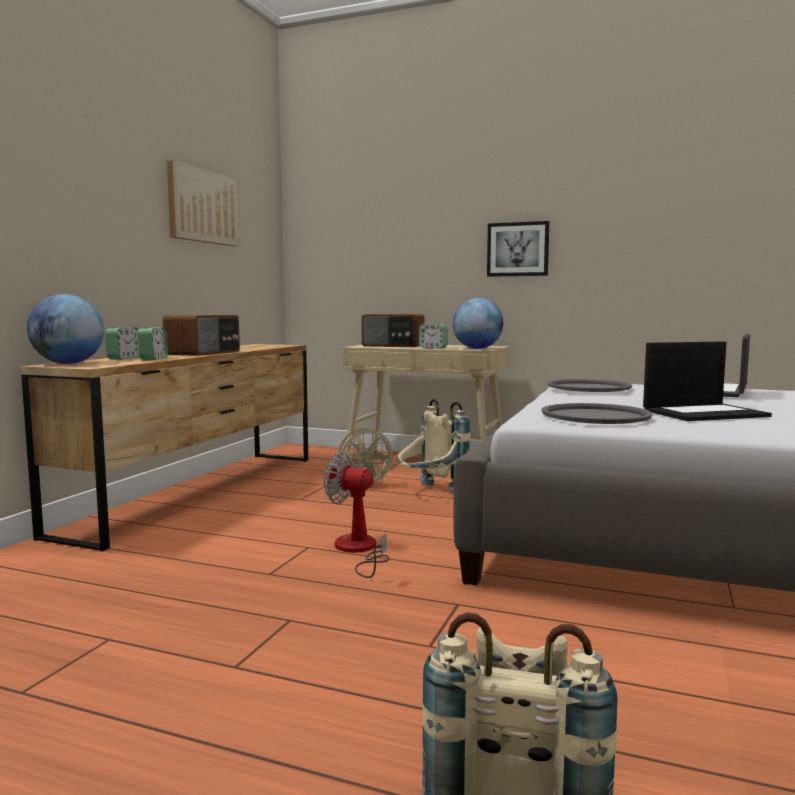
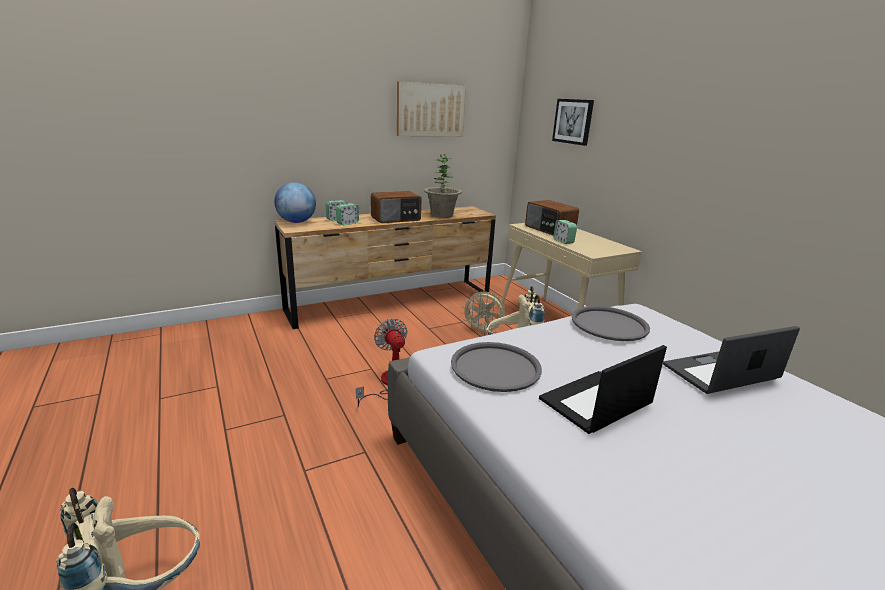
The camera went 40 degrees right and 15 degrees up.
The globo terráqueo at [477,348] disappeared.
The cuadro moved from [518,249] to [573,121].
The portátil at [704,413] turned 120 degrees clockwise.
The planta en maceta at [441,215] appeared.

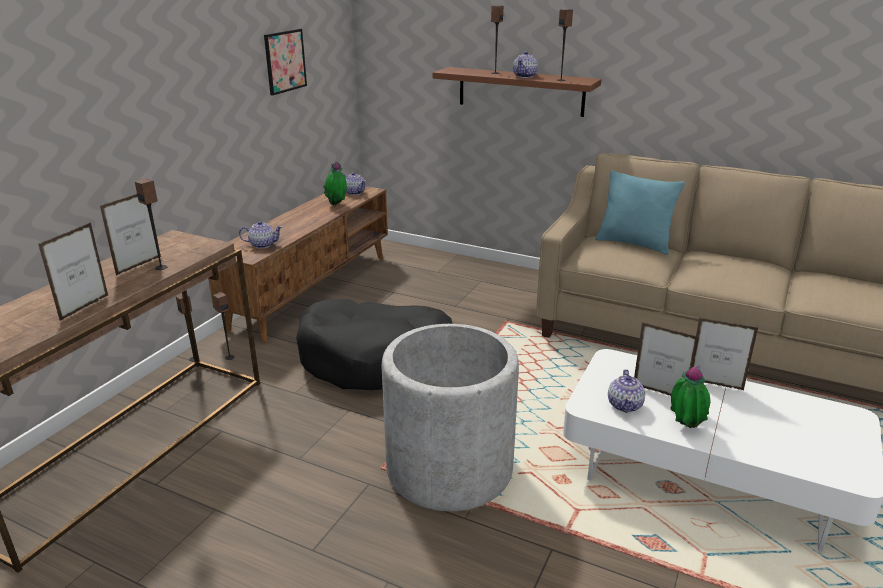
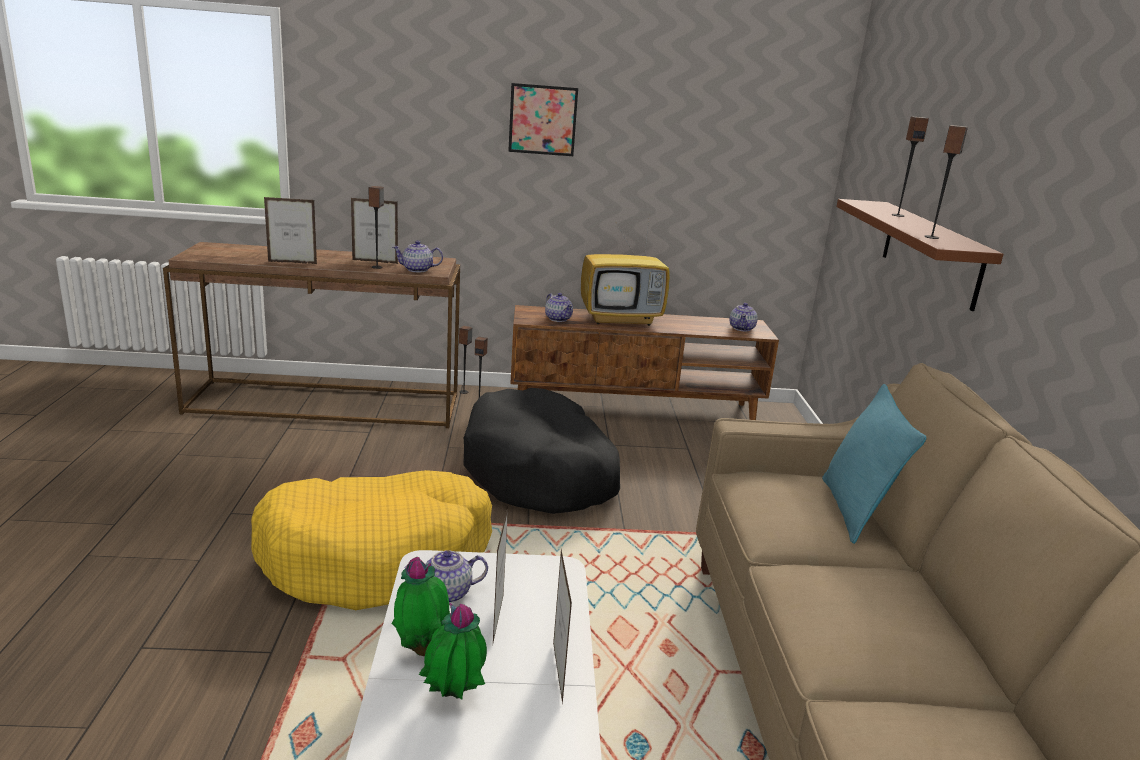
The camera went 60 degrees right and 5 degrees down.
The cuadro moved from [285,61] to [542,120].
The planta en maceta moved from [337,205] to [453,699].
The maceta (gris) at [449,468] was replaced by the cama para perro (amarillo) at [377,557].
The tetera moved from [525,76] to [417,270].
The televisor at [622,319] appeared.

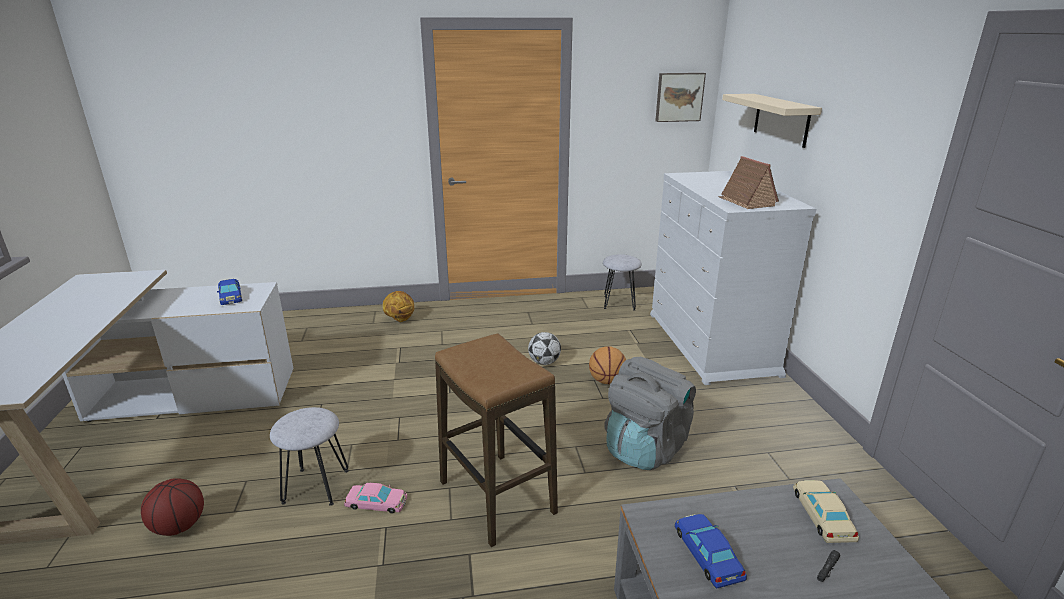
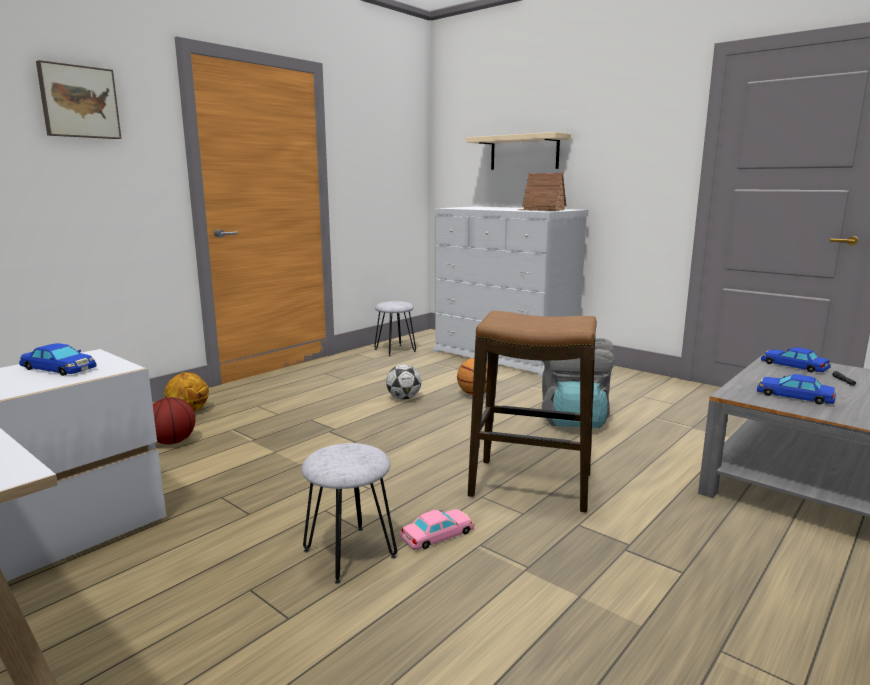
The camera went 40 degrees left and 10 degrees down.
The balón de baloncesto moved from [179,526] to [172,442].
The cuadro moved from [679,97] to [79,102].
The coche de juguete (beis) at [822,515] became the coche de juguete (azul) at [793,365].

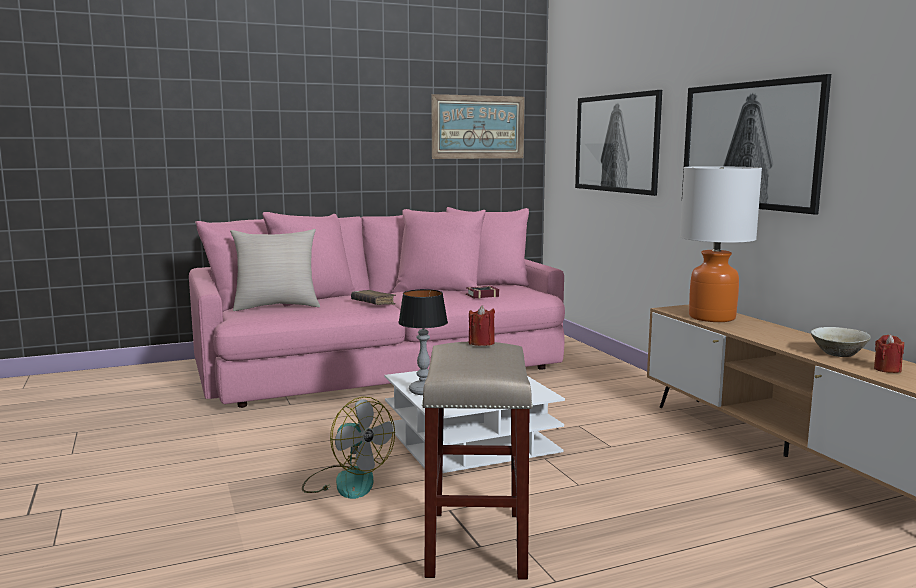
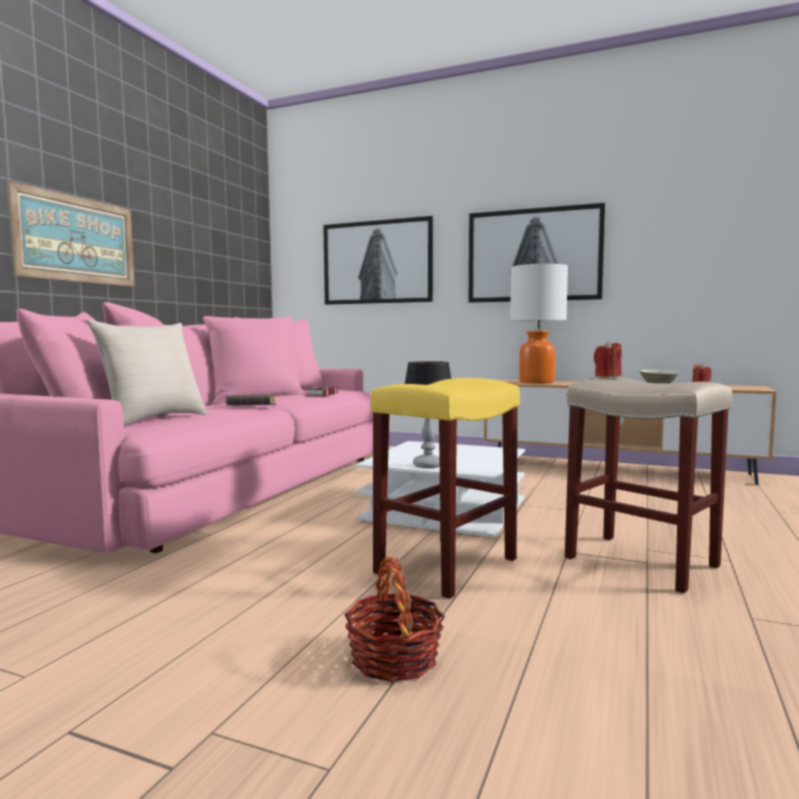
The camera went 45 degrees left and 5 degrees down.
The ventilador at [346,481] was replaced by the taburete (amarillo) at [447,565].
The cuadro moved from [478,127] to [76,239].
The cesta at [394,659] appeared.

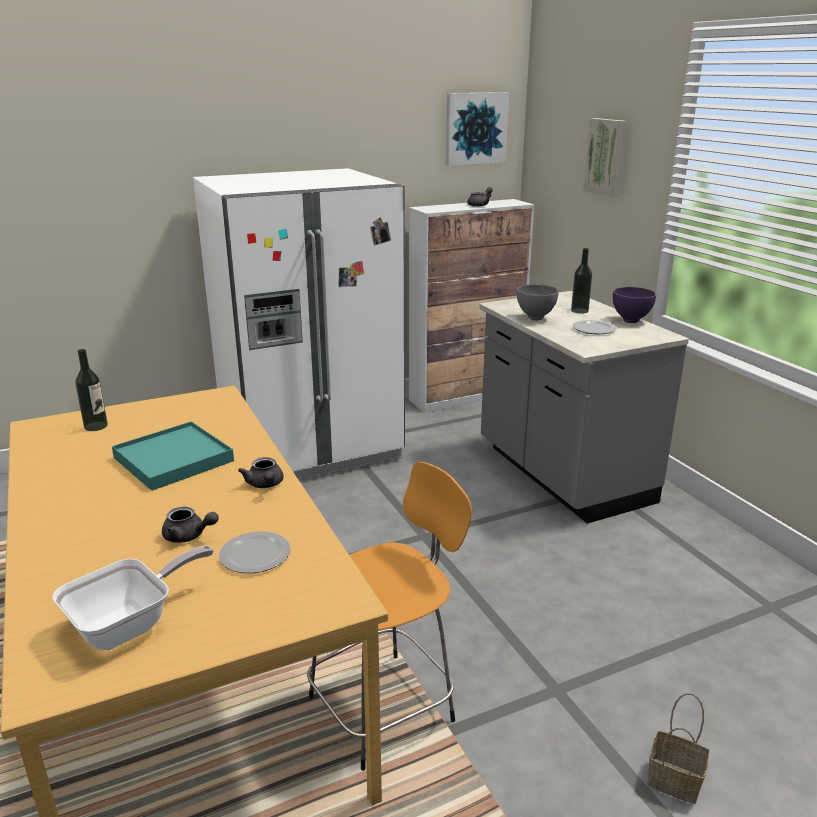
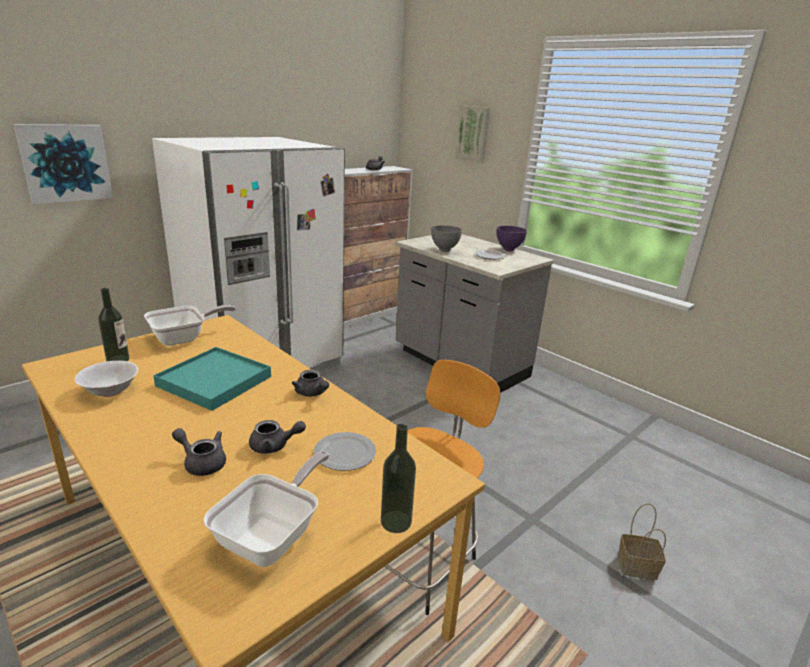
The camera went 20 degrees left and 0 degrees up.
The cuadro moved from [475,128] to [65,163].
The botella moved from [579,311] to [396,521].
The cuenco (blanco) at [110,391] appeared.
The sartén at [184,338] appeared.
The tetera (gris) at [202,462] appeared.

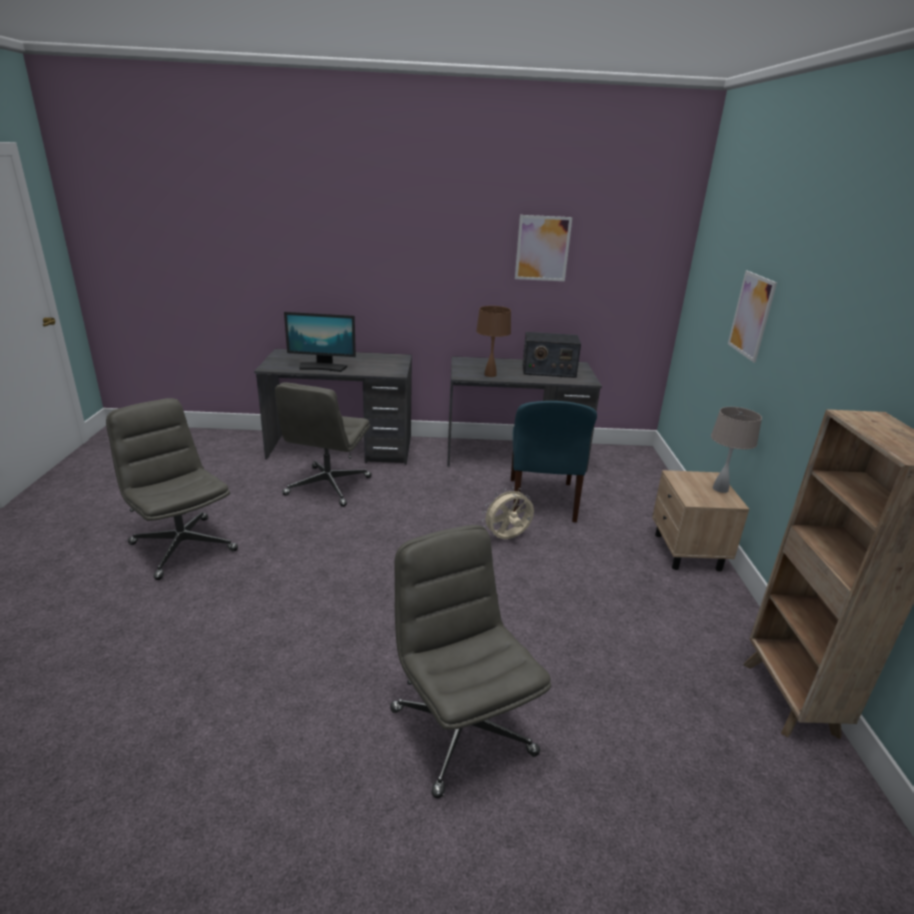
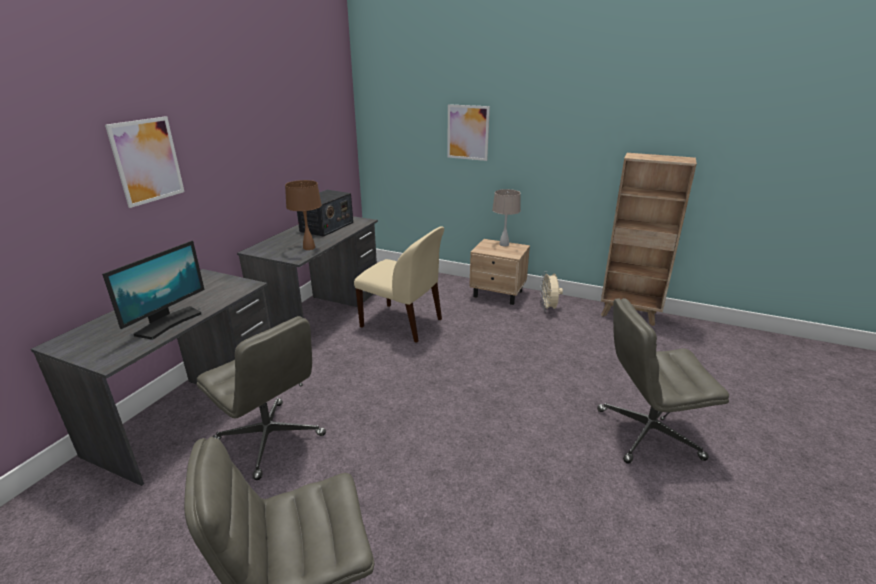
The camera went 65 degrees left and 0 degrees up.
The ventilador (beis) moved from [507,538] to [548,308].
The silla (azul) at [542,501] became the silla (beis) at [403,323].
The cuadro moved from [542,248] to [147,161].

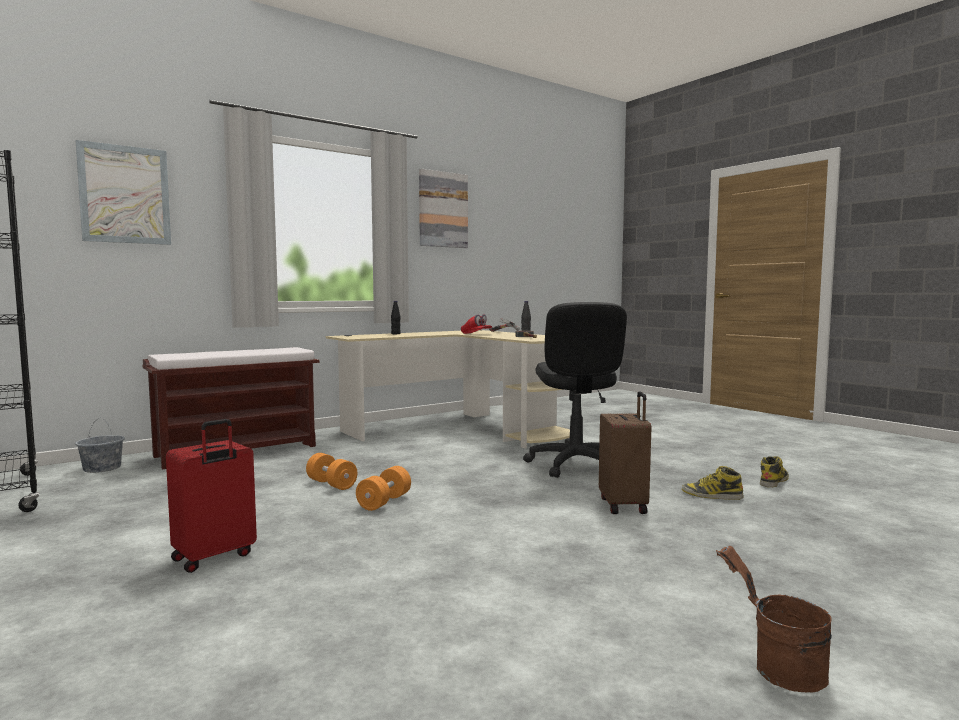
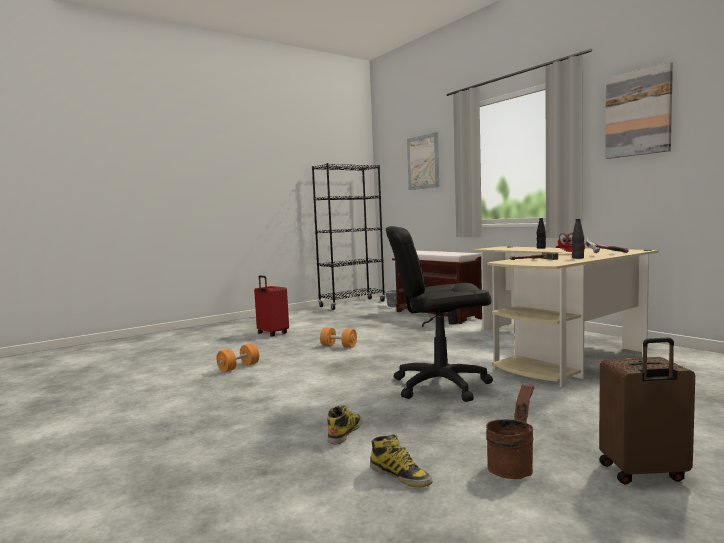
The camera went 90 degrees right and 0 degrees up.
The mancuerna (naranja) moved from [331,484] to [238,367].
The maleta (marrón) moved from [624,505] to [643,473].
The cubo (marrón) moved from [777,669] to [513,466].

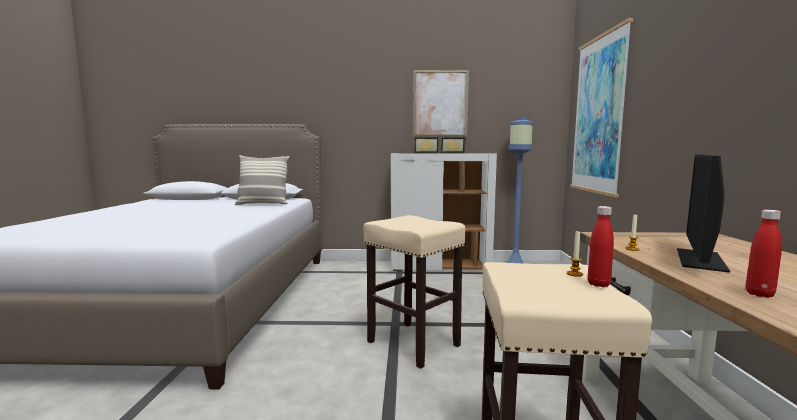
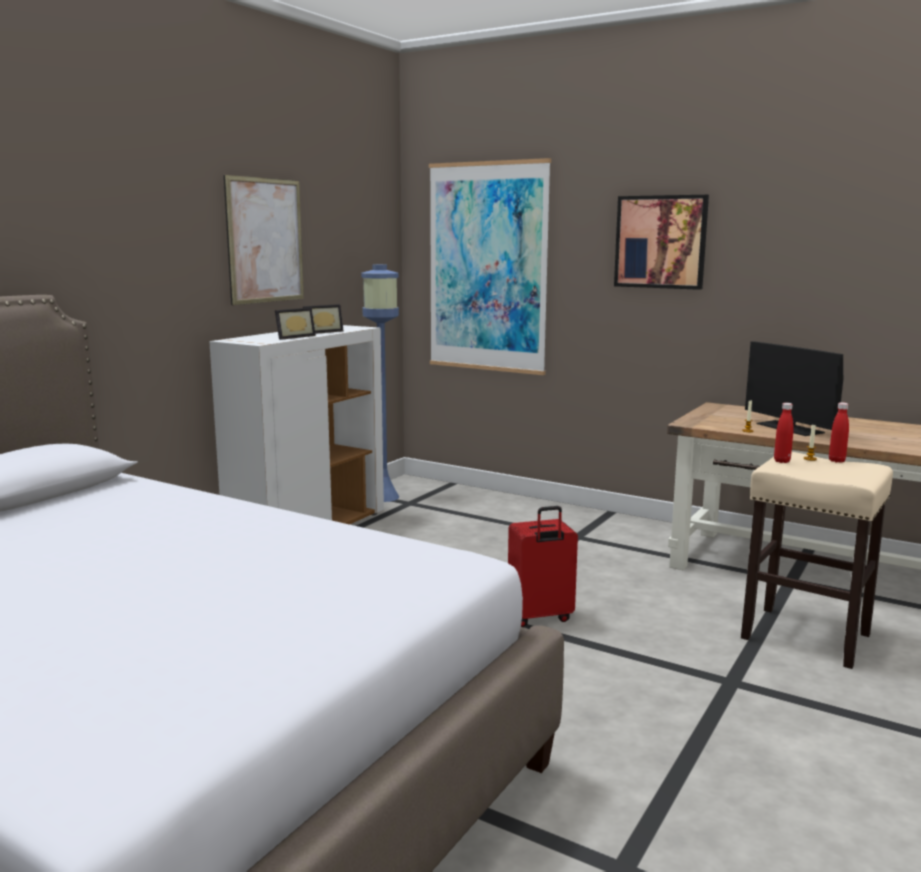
The camera went 60 degrees left and 5 degrees up.
The cojín at [263,204] disappeared.
The taburete (beis) at [412,343] was replaced by the maleta (rojo) at [540,617].
The botella (rojo) moved from [759,294] to [782,461].
The cuadro at [660,242] appeared.

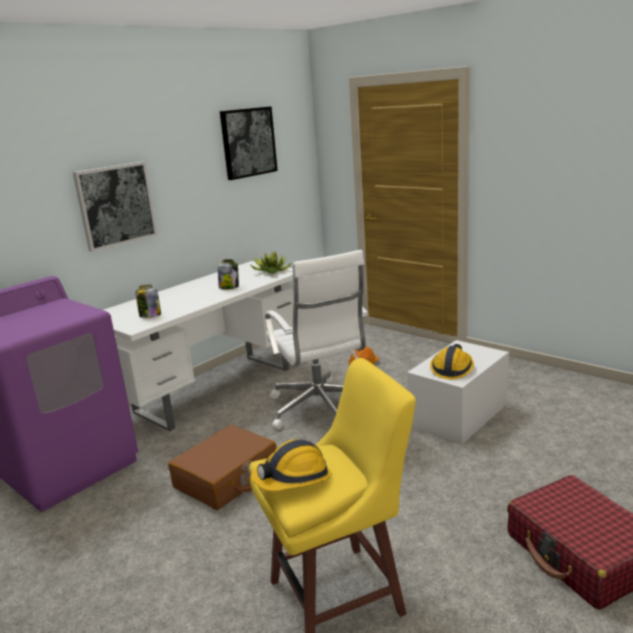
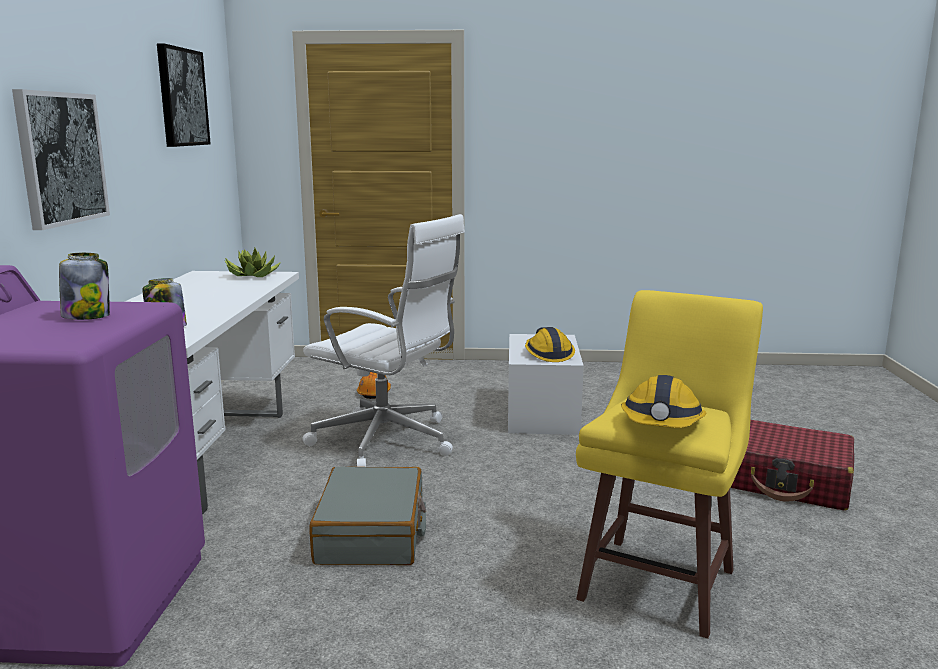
The camera went 40 degrees left and 5 degrees down.
The maleta (marrón) at [227,478] became the maleta (gris) at [372,533].
The tarro moved from [229,287] to [87,316].

